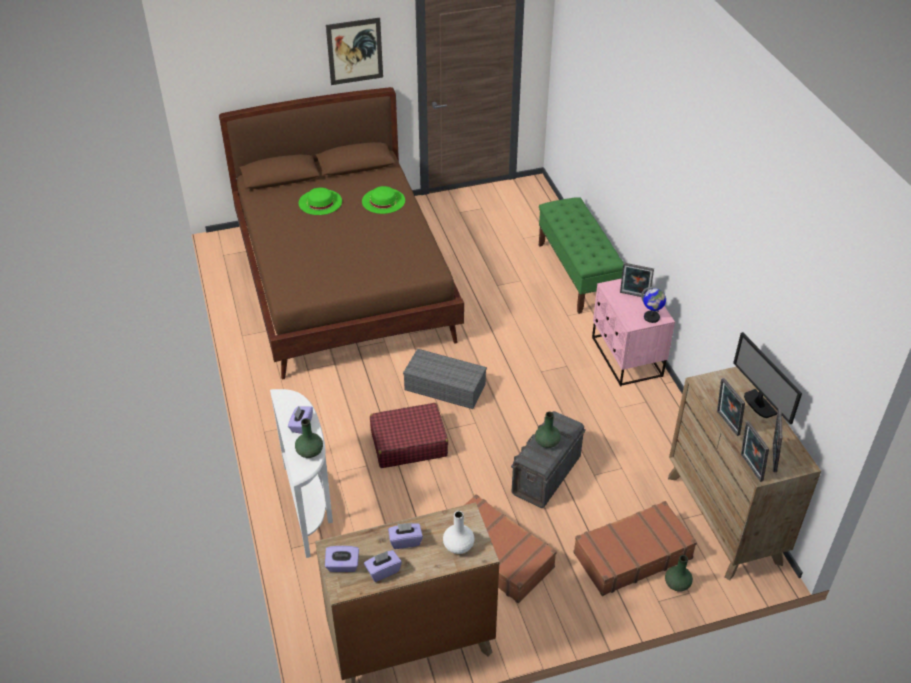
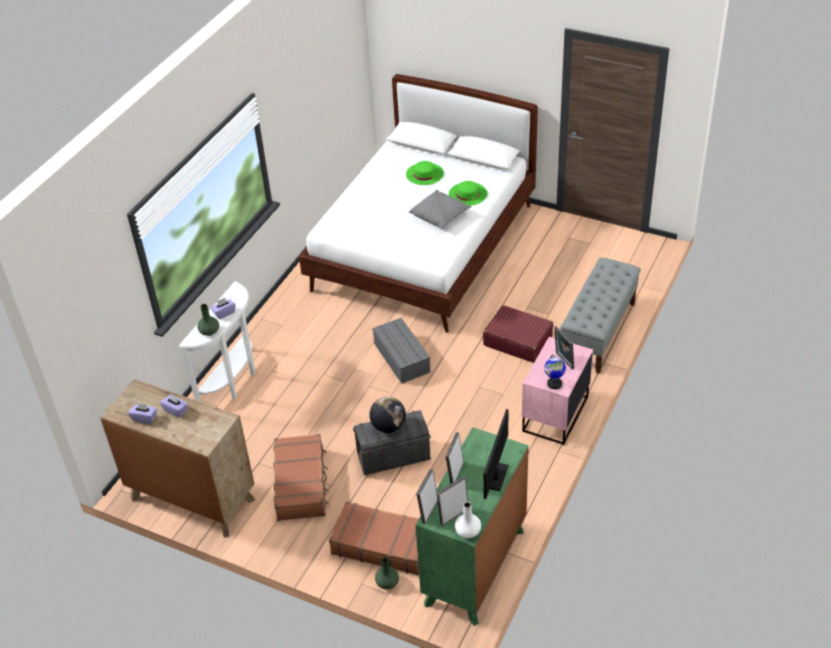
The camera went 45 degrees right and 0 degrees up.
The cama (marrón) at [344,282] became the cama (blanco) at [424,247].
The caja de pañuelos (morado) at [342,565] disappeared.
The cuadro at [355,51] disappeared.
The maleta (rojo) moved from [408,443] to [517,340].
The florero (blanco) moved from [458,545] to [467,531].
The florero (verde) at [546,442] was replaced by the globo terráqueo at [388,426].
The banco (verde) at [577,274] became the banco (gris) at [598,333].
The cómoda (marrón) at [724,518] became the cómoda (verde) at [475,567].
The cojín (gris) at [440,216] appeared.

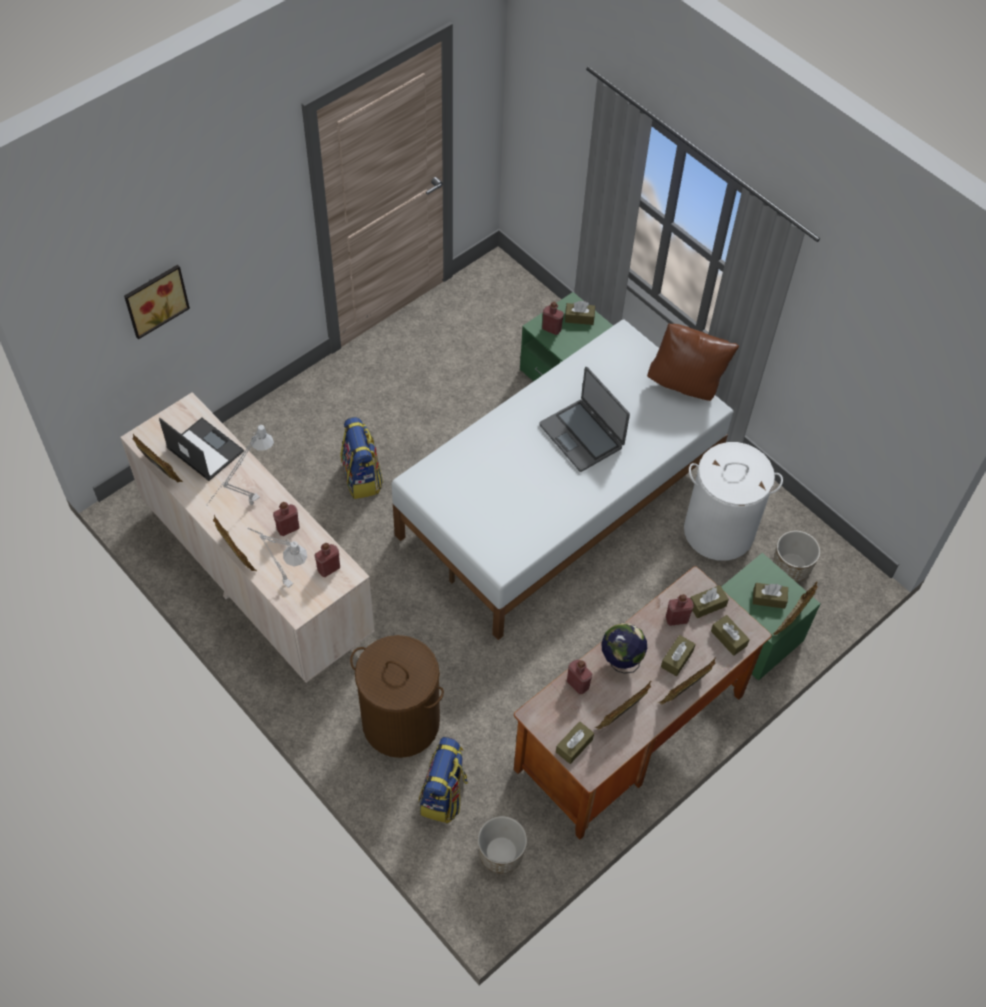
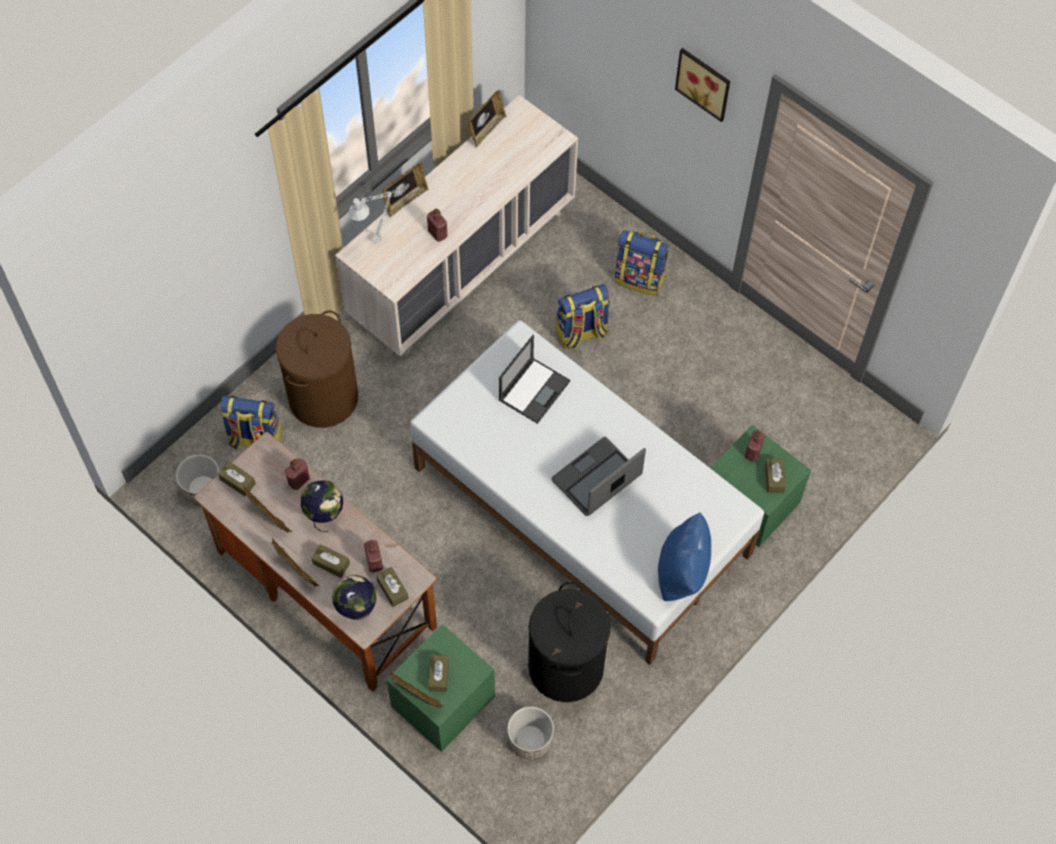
The camera went 85 degrees right and 5 degrees up.
The cuadro moved from [155,299] to [705,82].
The portátil moved from [204,449] to [534,390].
The lámpara de mesa (gris) at [247,507] disappeared.
The botella (rojo) at [328,568] disappeared.
The cojín (marrón) at [686,384] became the cojín (azul) at [682,576].
The cesto de la ropa (blanco) at [719,531] became the cesto de la ropa (negro) at [566,667].
The caja de pañuelos (marrón) at [728,638] was replaced by the globo terráqueo at [356,609].
The mochila at [640,278] appeared.

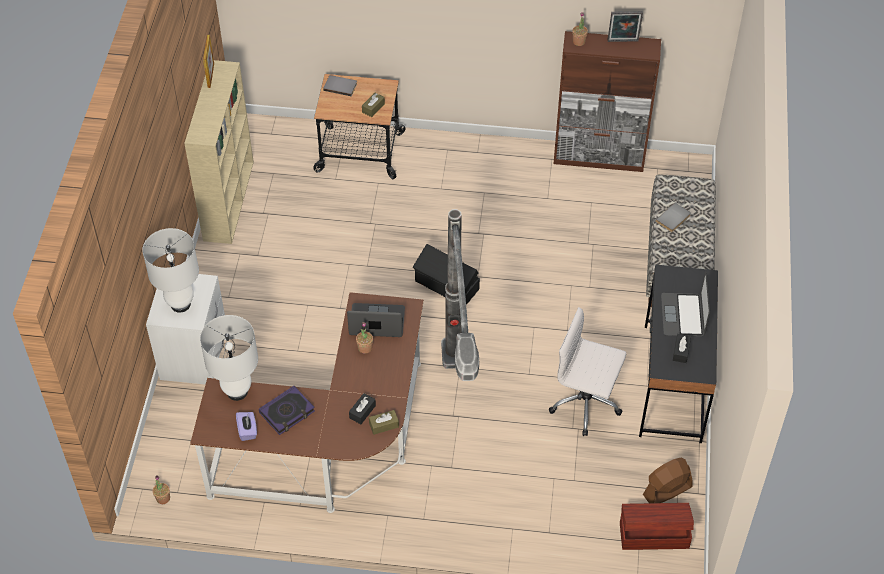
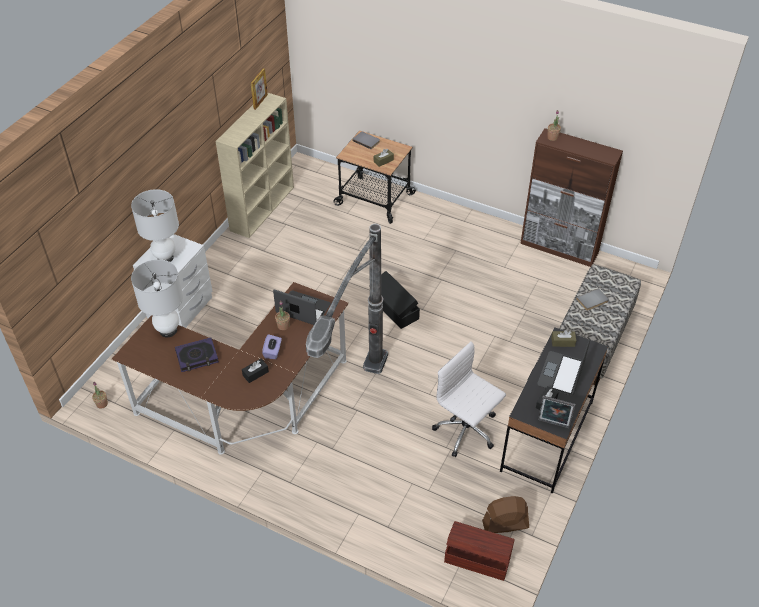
The camera went 20 degrees right and 5 degrees down.
The caja de pañuelos (morado) moved from [247,431] to [273,352].
The caja de pañuelos (marrón) moved from [384,425] to [563,342].
The portarretratos moved from [623,42] to [553,424].

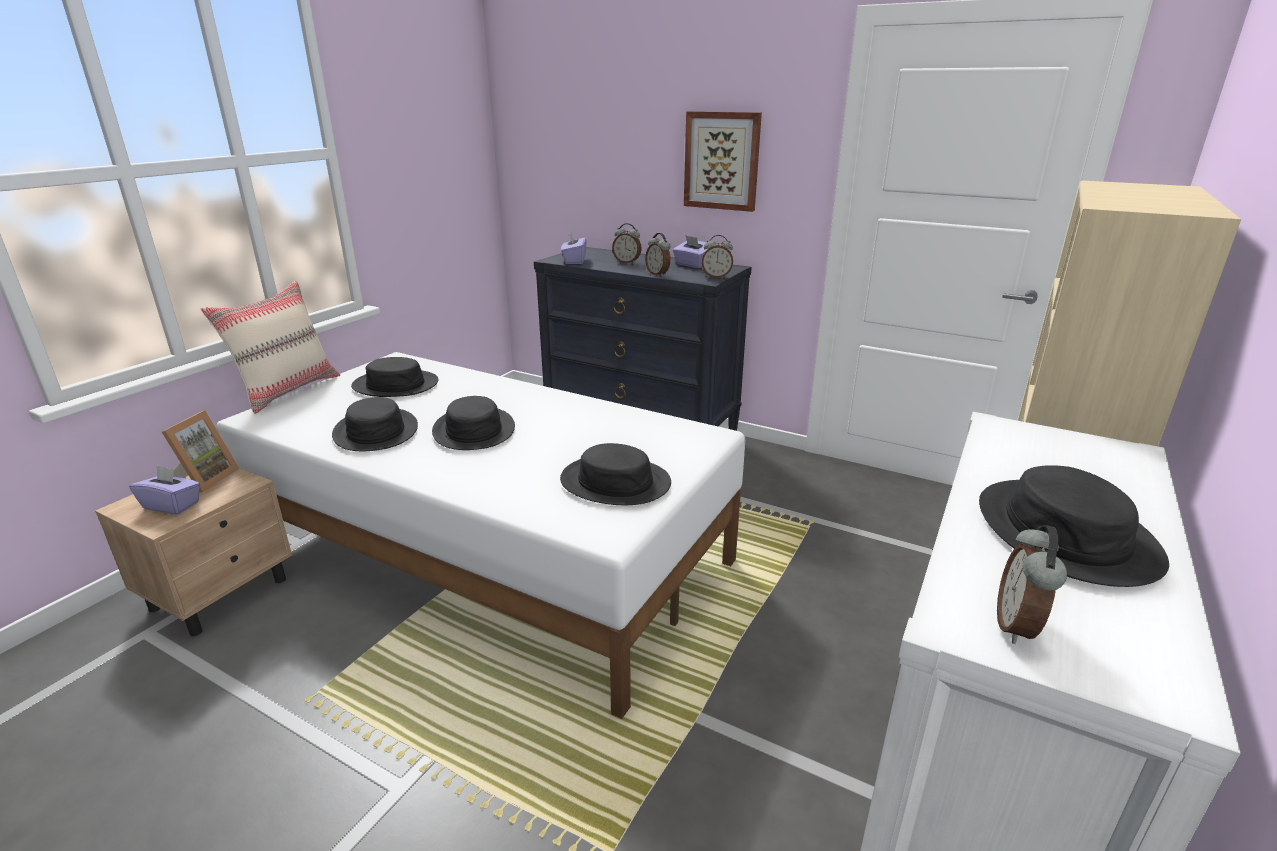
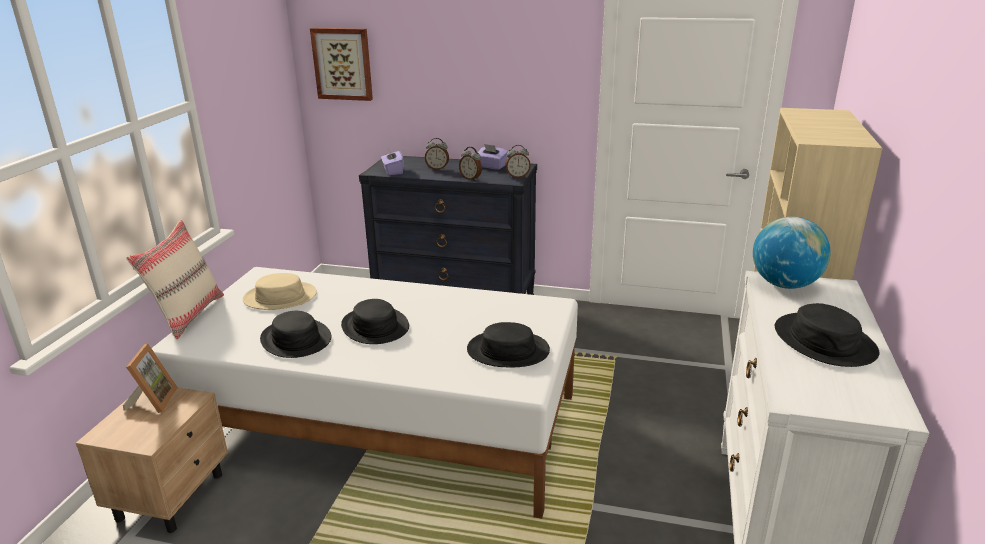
The camera went 15 degrees left and 0 degrees up.
The caja de pañuelos (morado) at [172,505] disappeared.
The sombrero (negro) at [396,385] became the sombrero (beis) at [280,297].
The cuadro moved from [722,161] to [343,64].
The despertador at [1018,626] disappeared.
The globo terráqueo at [784,284] appeared.

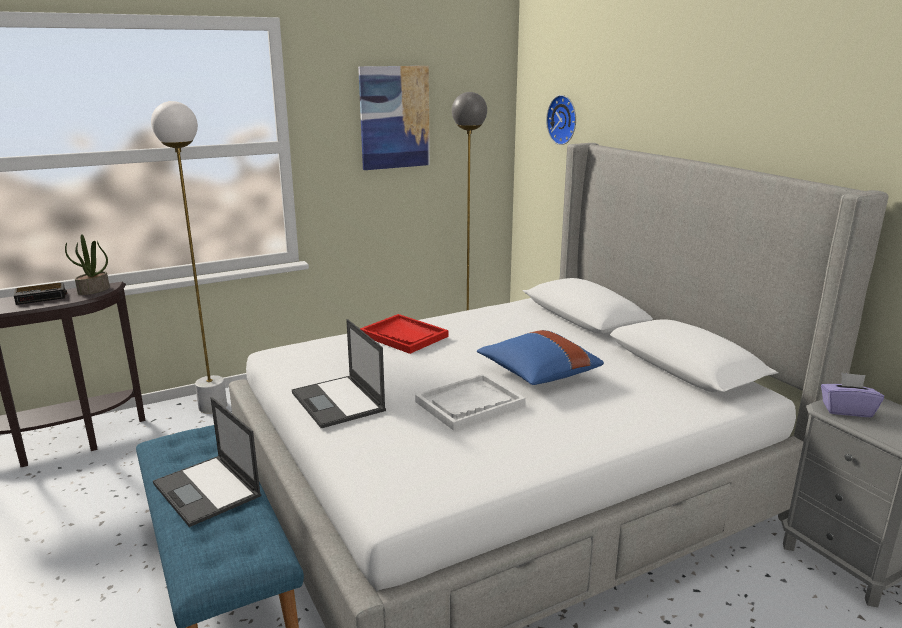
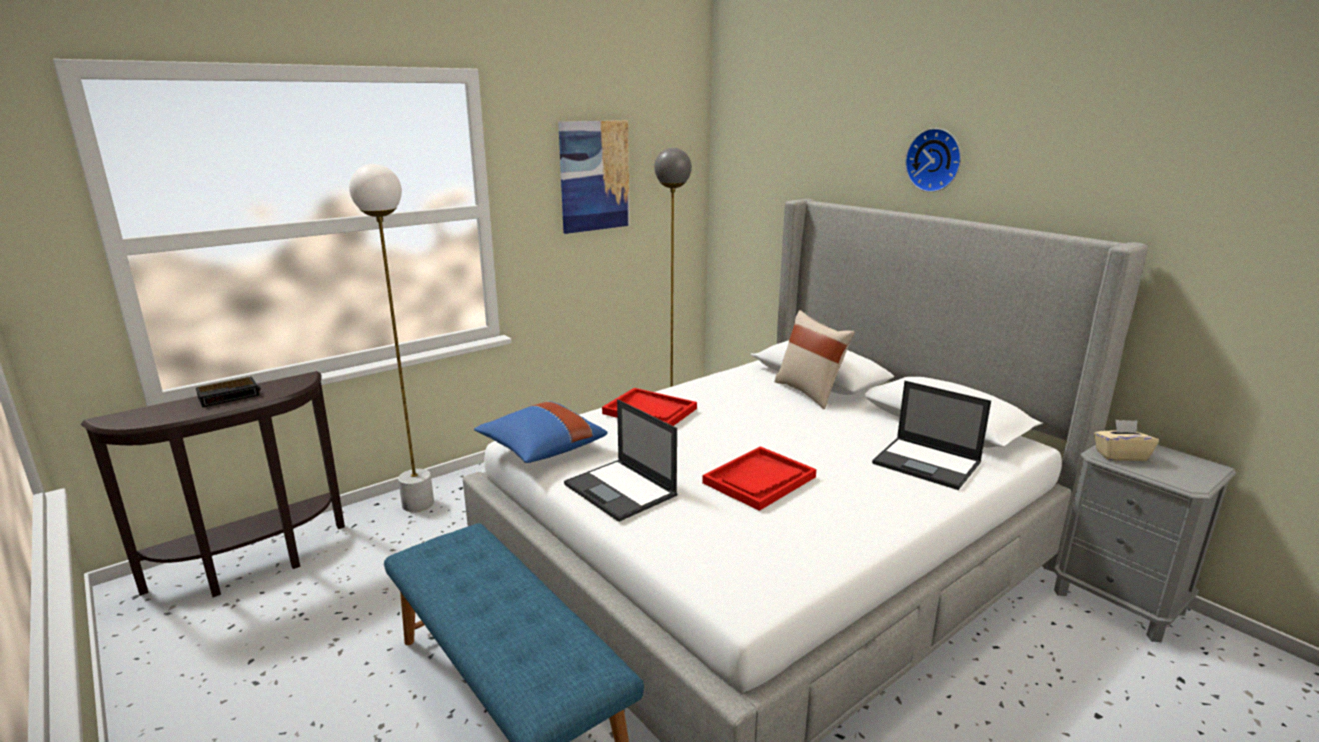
The camera went 10 degrees left and 0 degrees up.
The planta en maceta at [93,290] disappeared.
The portátil moved from [208,490] to [927,463].
The bandeja (blanco) at [469,404] became the bandeja (rojo) at [759,480].
The cojín (azul) moved from [537,374] to [541,449].
The reloj de pared moved from [564,120] to [935,160].
The caja de pañuelos (morado) at [846,410] became the caja de pañuelos (beis) at [1120,455].
The cojín (beis) at [810,392] appeared.

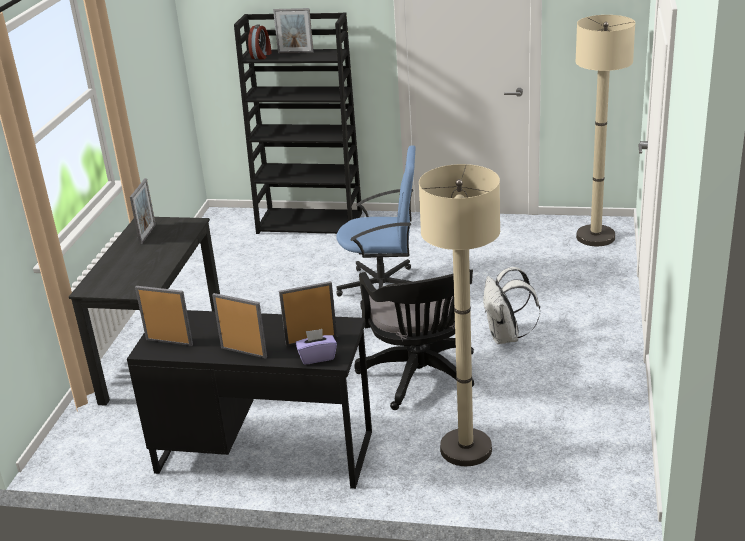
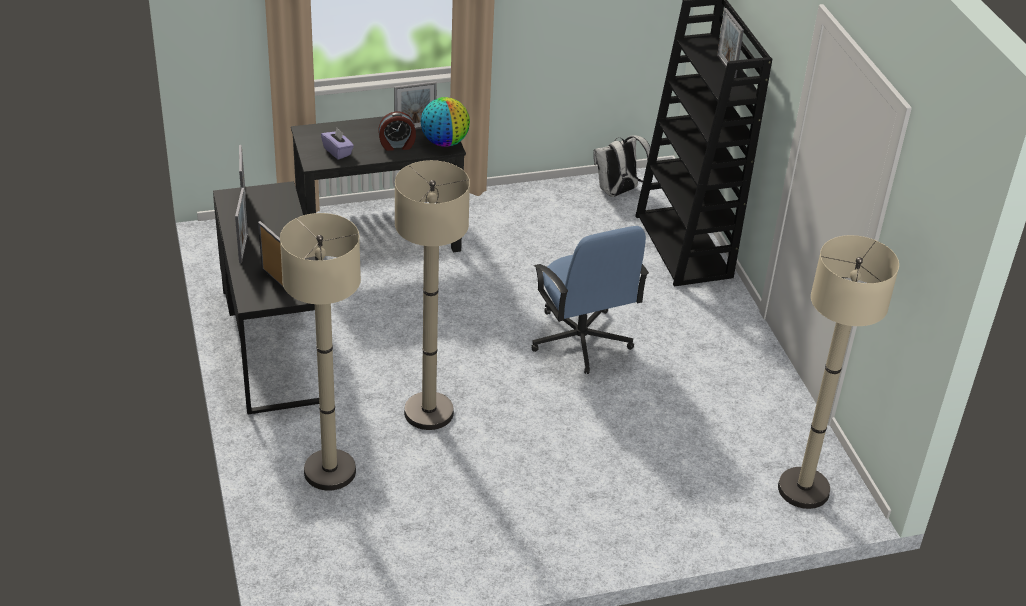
The camera went 60 degrees right and 10 degrees up.
The despertador moved from [261,55] to [397,145].
The caja de pañuelos (morado) moved from [317,357] to [337,151].
The silla de oficina (negro) at [421,378] was replaced by the lámpara de pie (beis) at [428,412].
The mochila (blanco) moved from [506,337] to [618,192].
The globo terráqueo at [444,142] appeared.

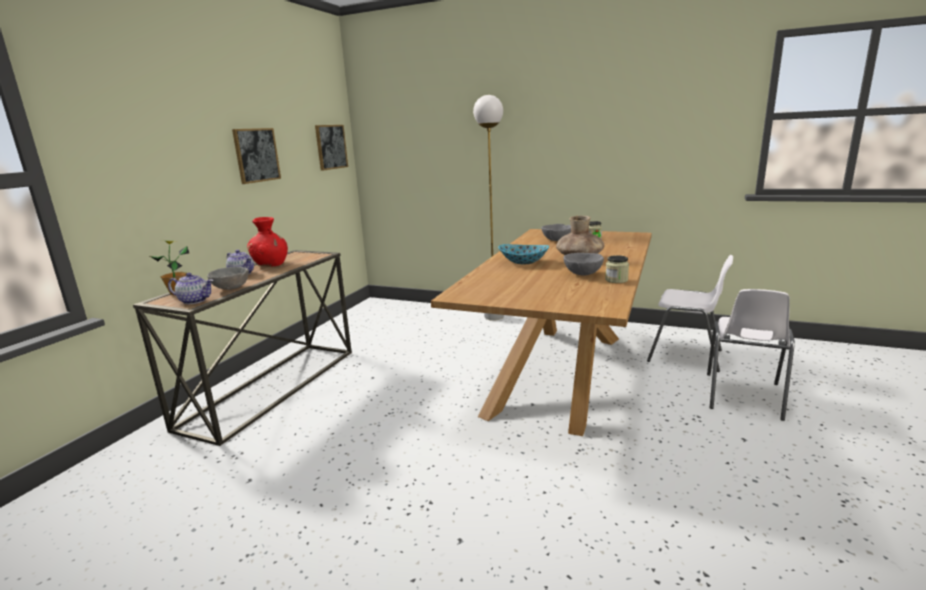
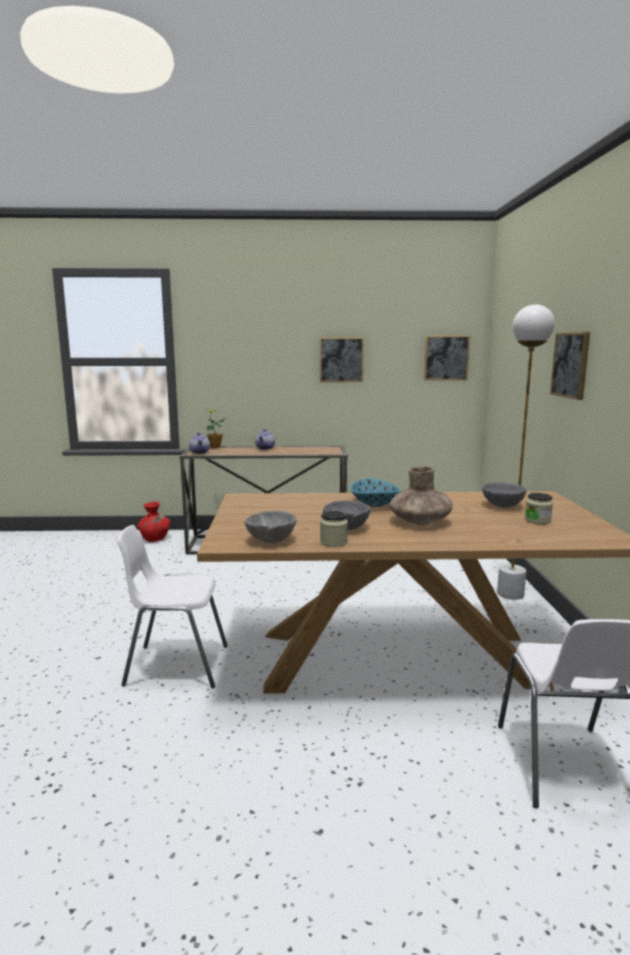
The camera went 65 degrees right and 5 degrees down.
The cuenco (gris) moved from [231,288] to [271,541].
The florero (rojo) moved from [271,264] to [154,539].
The silla (blanco) moved from [743,396] to [176,665].
The cuadro at [571,365] appeared.

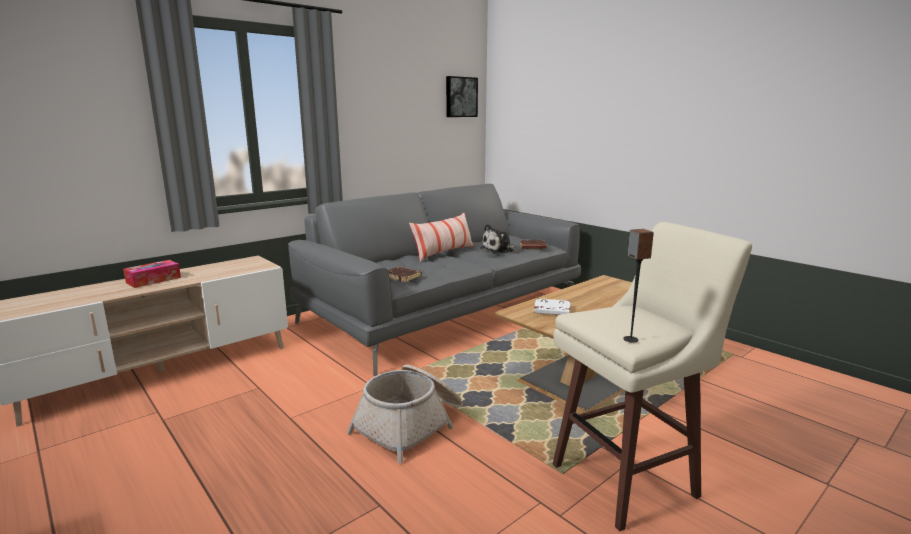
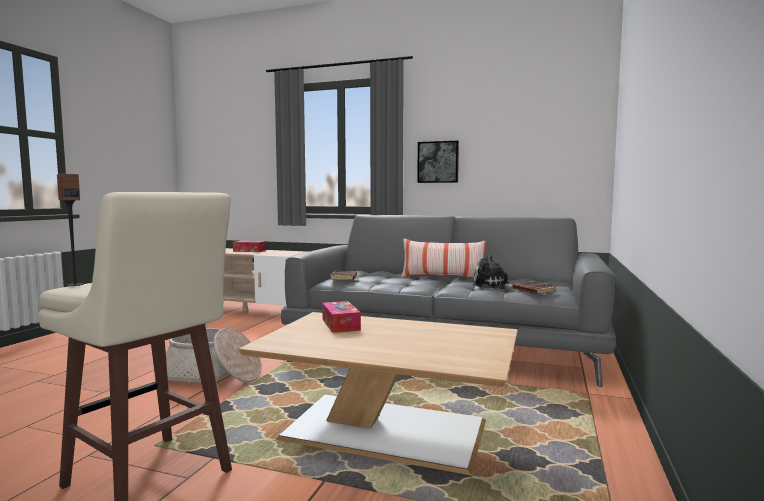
The camera went 60 degrees right and 10 degrees down.
The cuadro moved from [460,97] to [438,162].
The libro (blanco) at [551,310] was replaced by the caja de pañuelos at [340,324].

